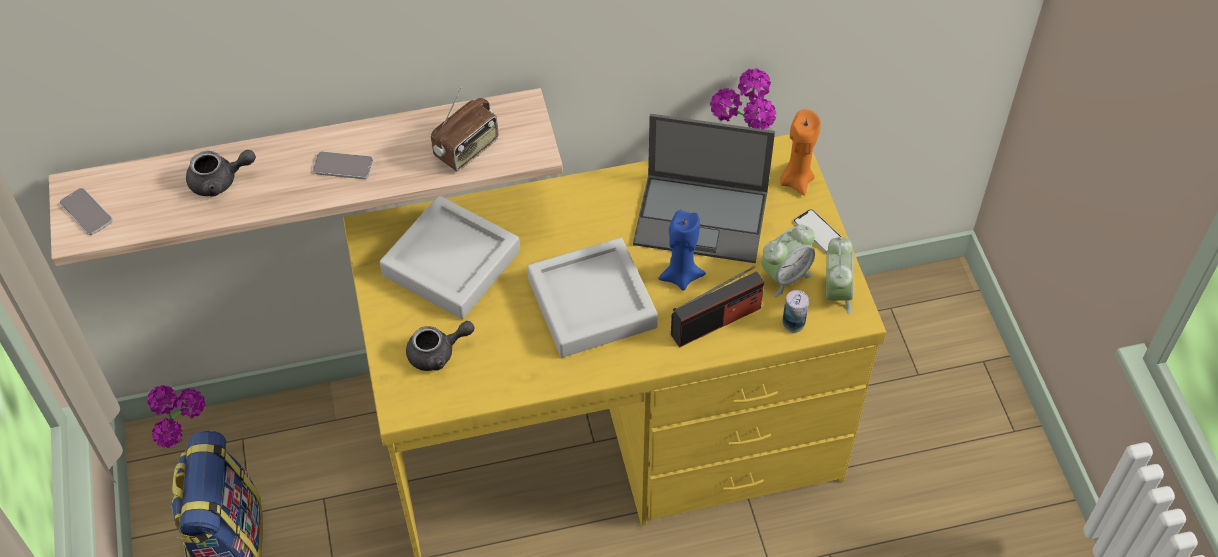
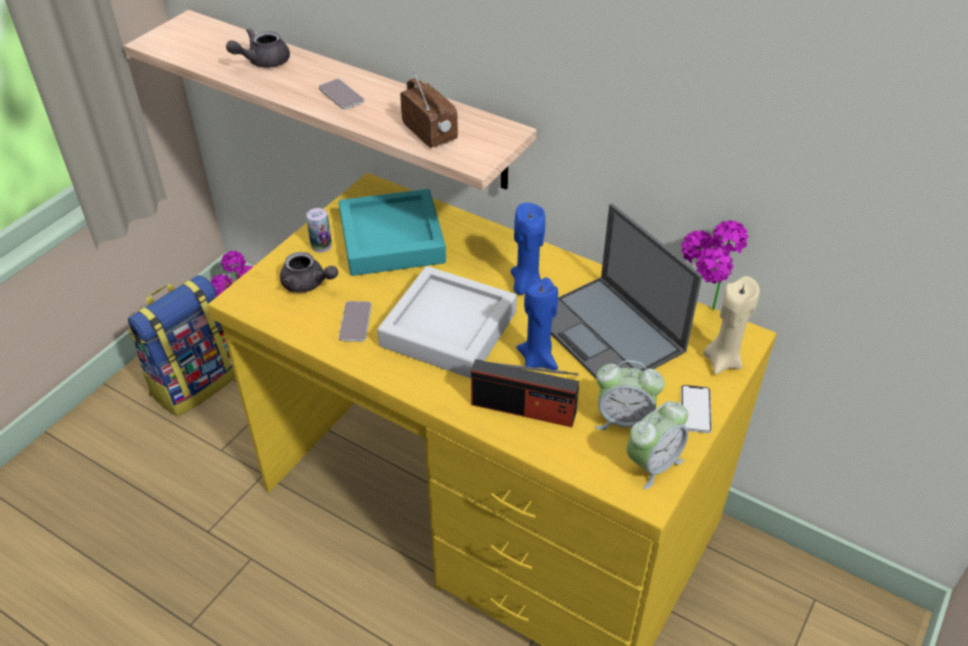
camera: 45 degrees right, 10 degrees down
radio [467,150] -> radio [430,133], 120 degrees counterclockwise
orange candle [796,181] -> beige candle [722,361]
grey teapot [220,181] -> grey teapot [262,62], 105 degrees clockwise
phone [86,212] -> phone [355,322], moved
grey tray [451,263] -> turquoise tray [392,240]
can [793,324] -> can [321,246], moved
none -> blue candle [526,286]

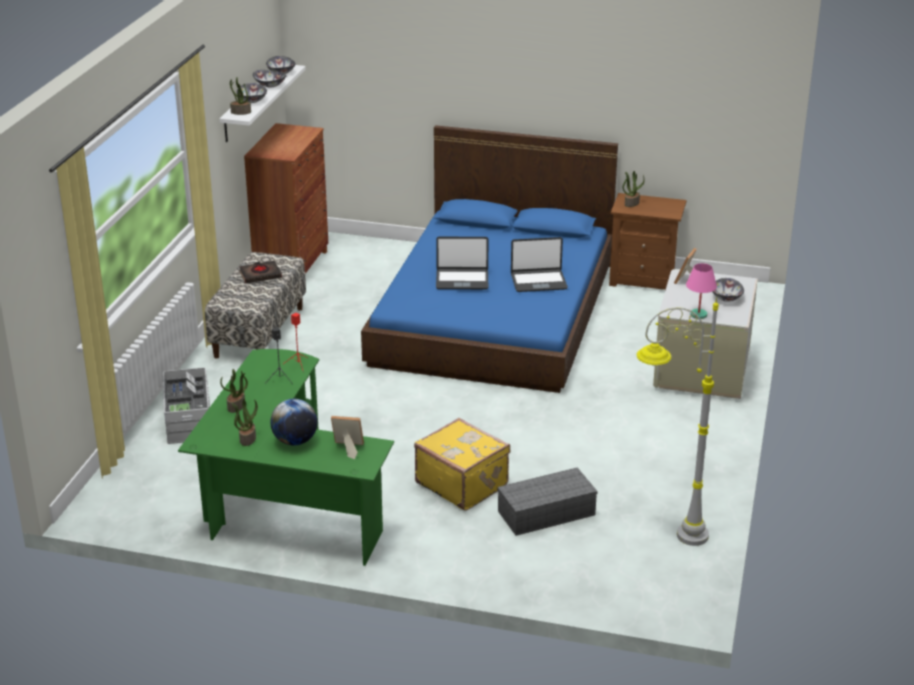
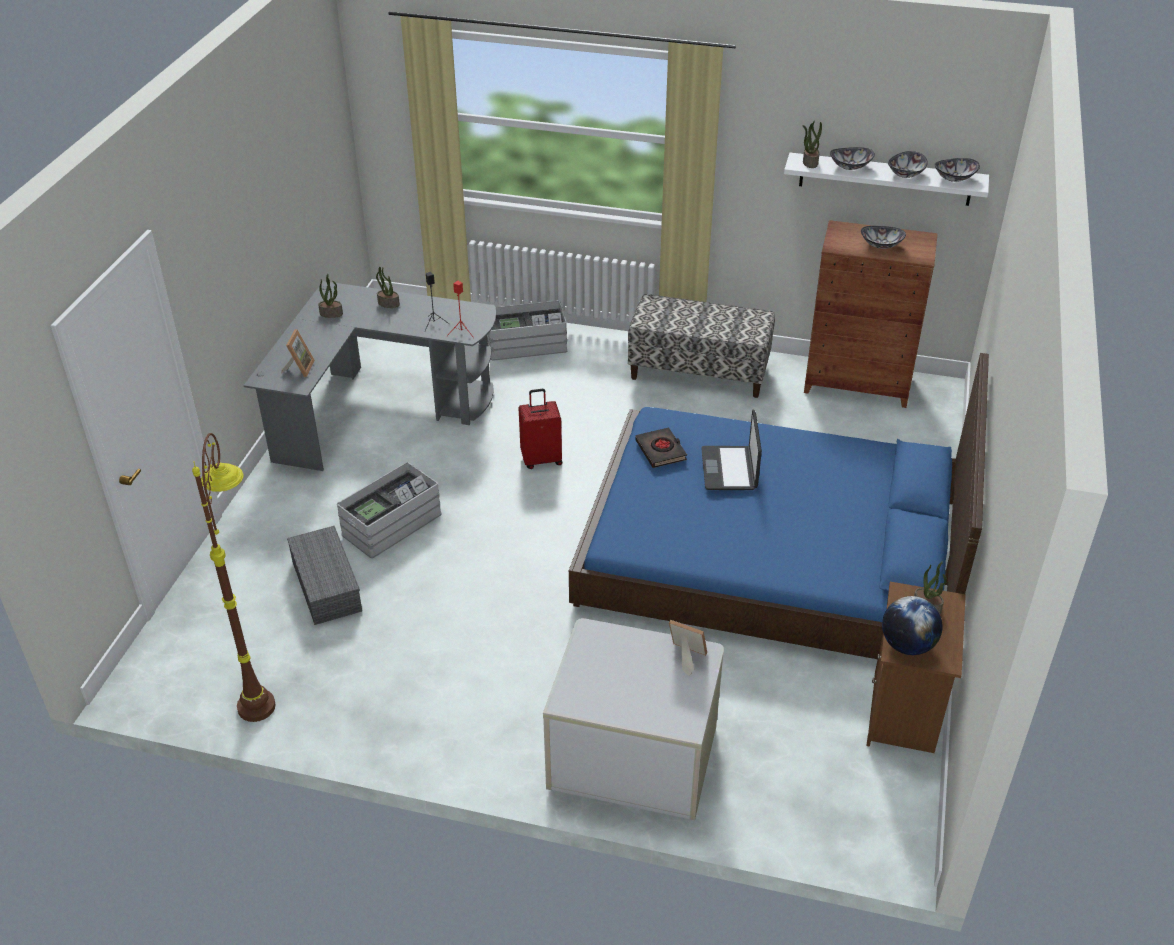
camera: 90 degrees right, 10 degrees up
laptop [538,281] -> none
black book [260,275] -> black book [661,451], moved
pink table lamp [698,315] -> none
bowl [727,298] -> bowl [881,245], moved
grey floor lamp [665,536] -> brown floor lamp [261,682]
green desk [282,505] -> grey desk [375,408]
globe [295,441] -> globe [907,645], moved
yellow suitcase [462,483] -> grey storage box [391,523]
none -> red suitcase [541,459]

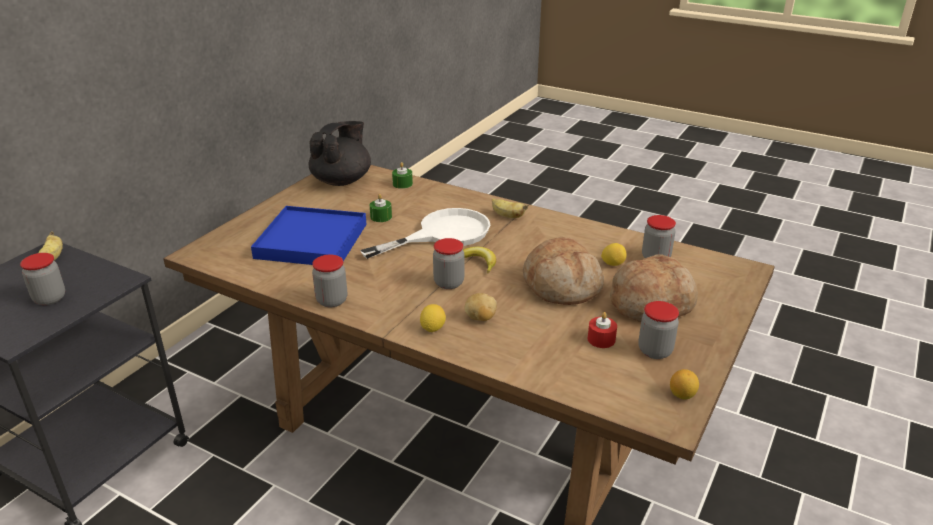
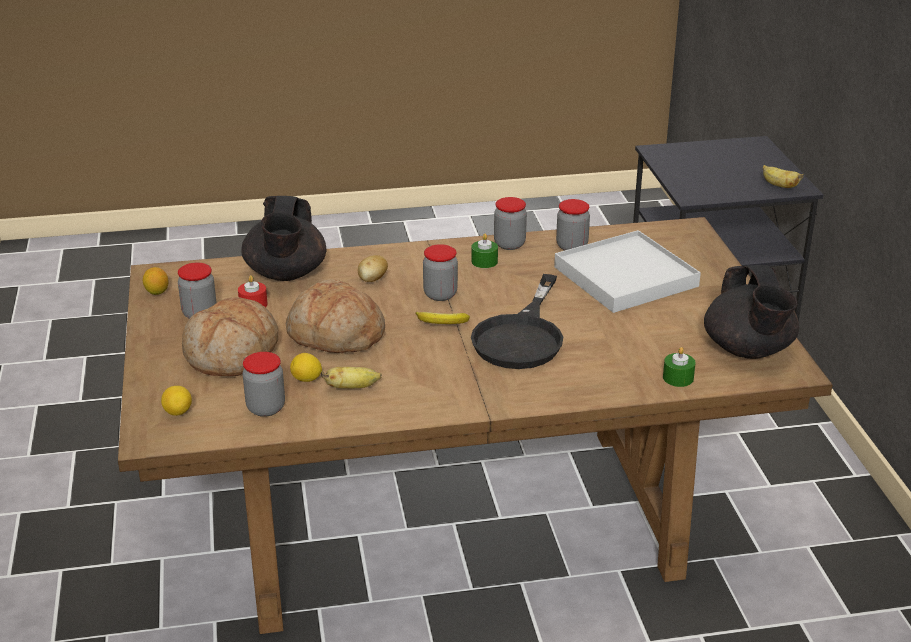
camera: 140 degrees right, 0 degrees up
green candle [381,217] -> green candle [484,261], moved
banana [507,216] -> banana [352,387], moved
blue tray [311,241] -> white tray [625,276]
white frying pan [443,234] -> black frying pan [522,336]
jar [50,298] -> jar [571,246], moved
lemon [432,328] -> lemon [178,412], moved
none -> black teapot [286,274]

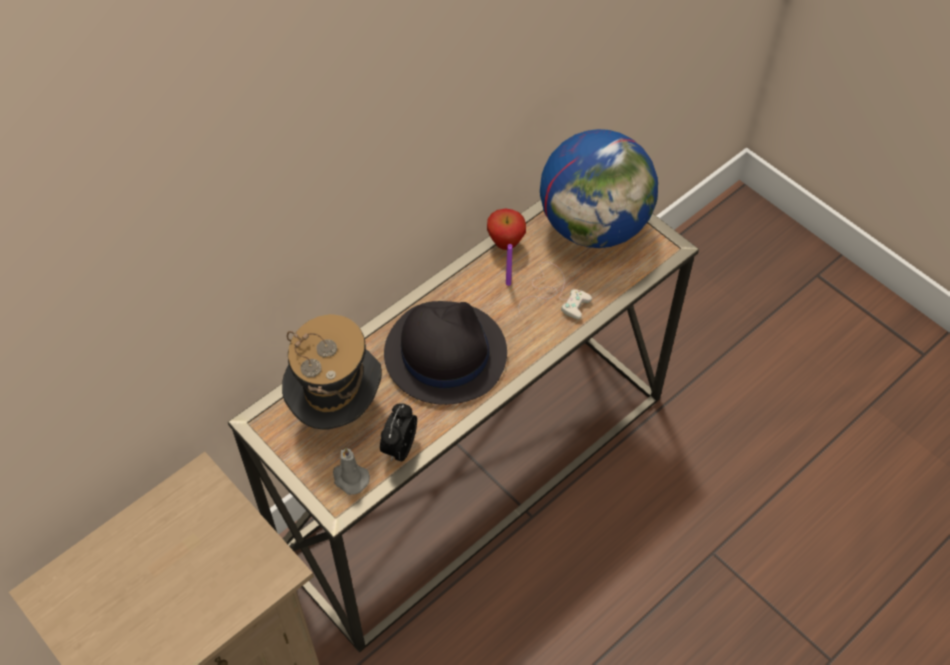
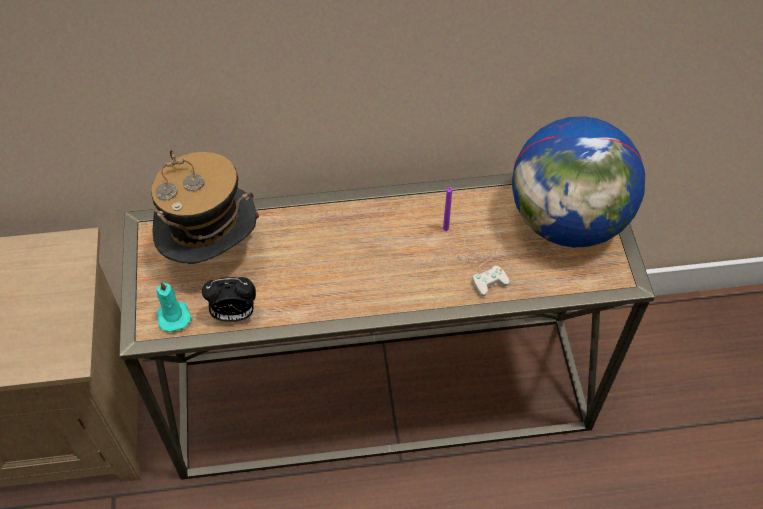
camera: 35 degrees right, 0 degrees up
apple [505,244] -> none
black hat [444,353] -> none
alarm clock [399,447] -> alarm clock [234,314], 150 degrees counterclockwise
grey candle [350,478] -> turquoise candle [173,315]

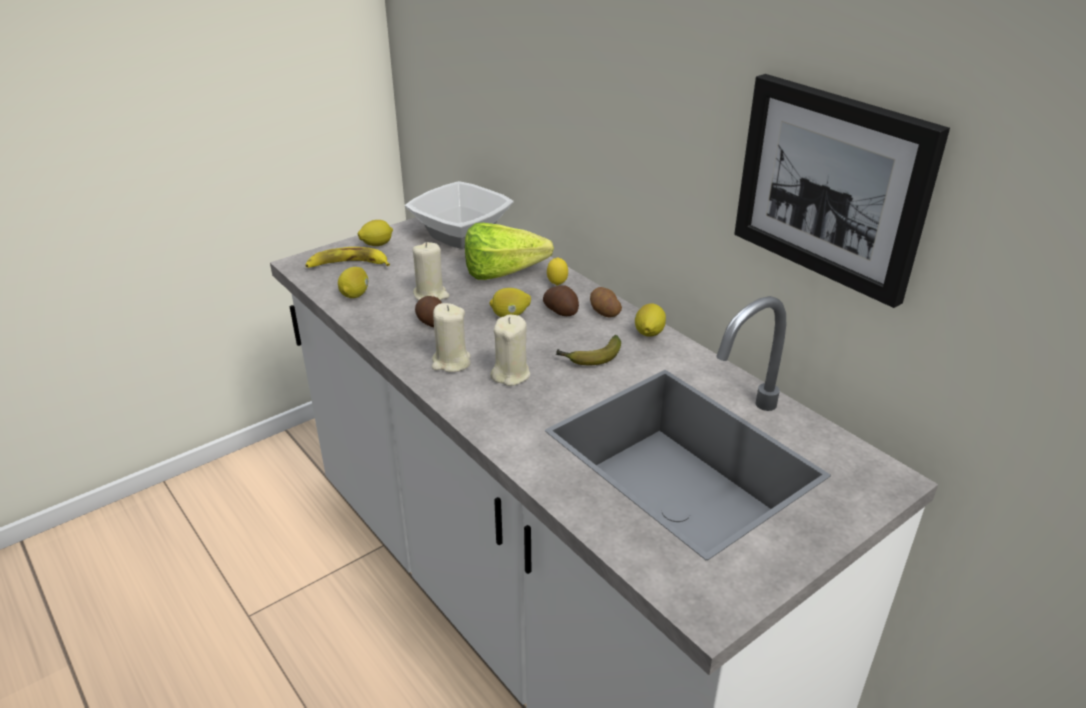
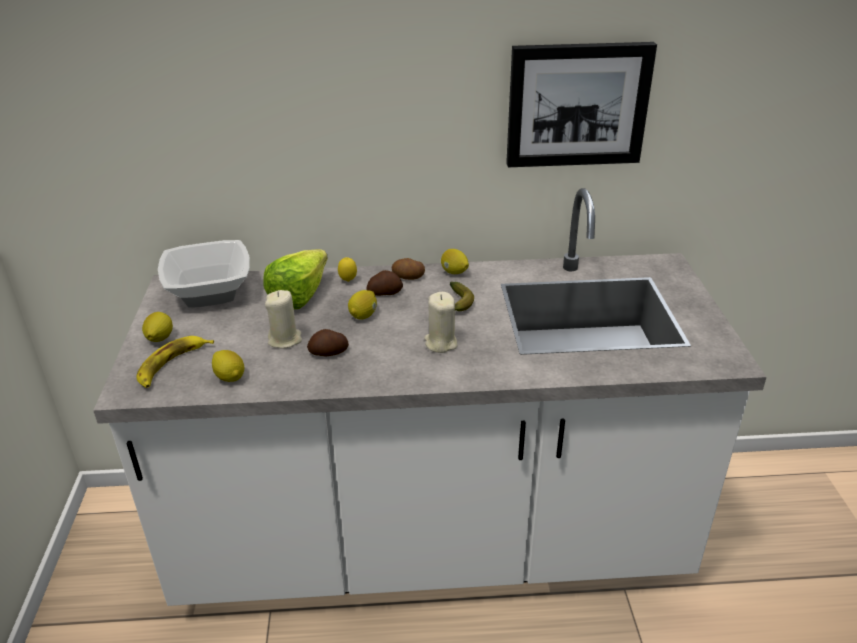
camera: 55 degrees left, 0 degrees up
beige candle [451,362] -> none

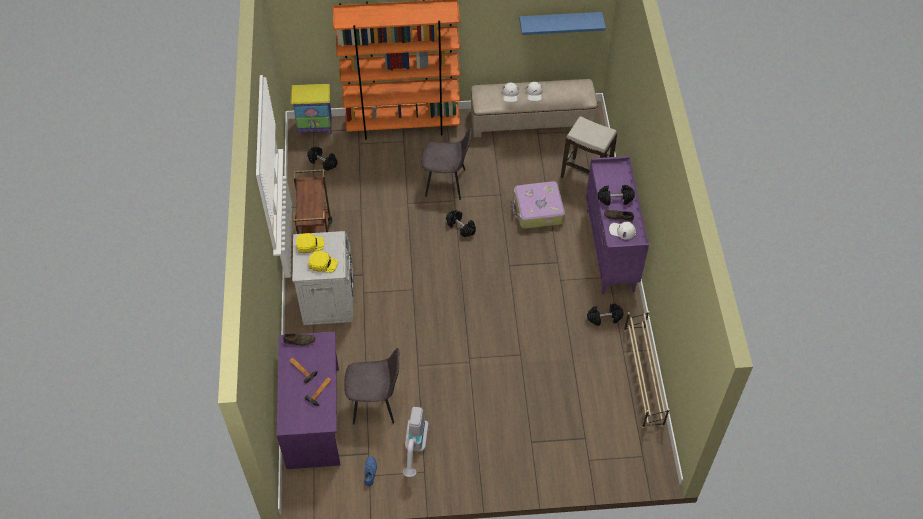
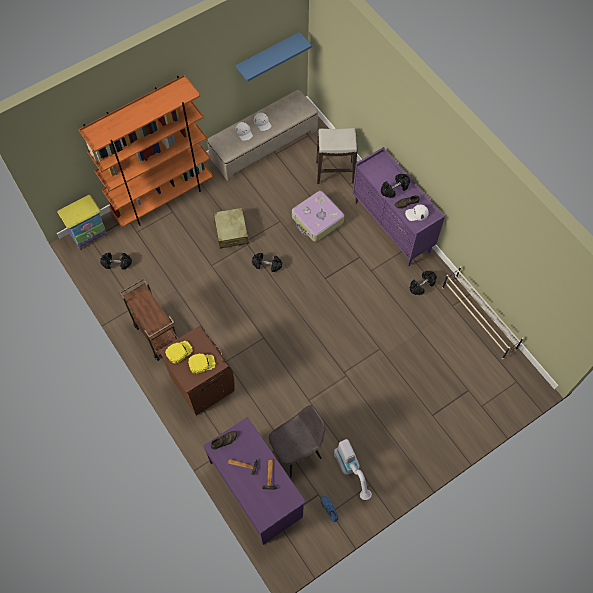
camera: 30 degrees left, 10 degrees up
grey chair [447,183] -> beige suitcase [231,232]
white washing machine [328,300] -> brown washing machine [202,383]

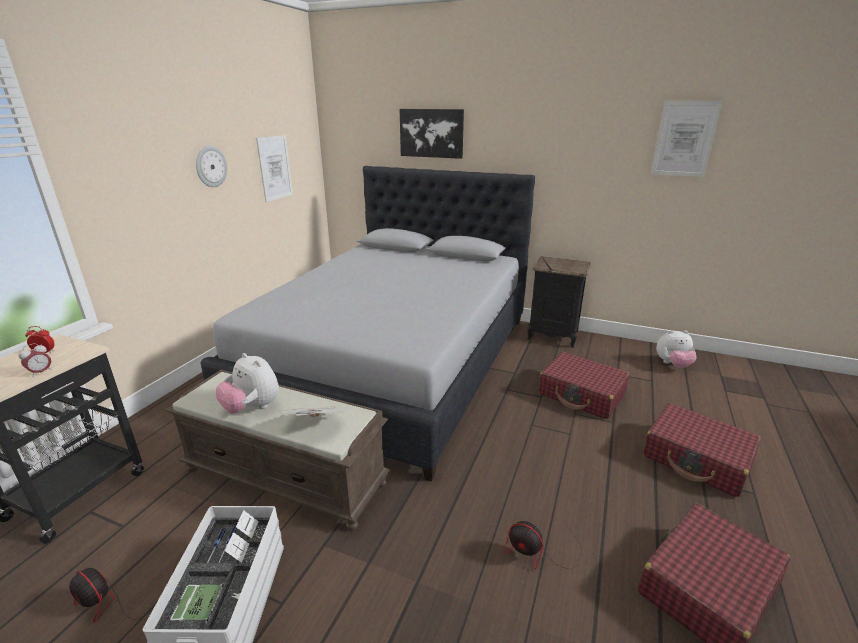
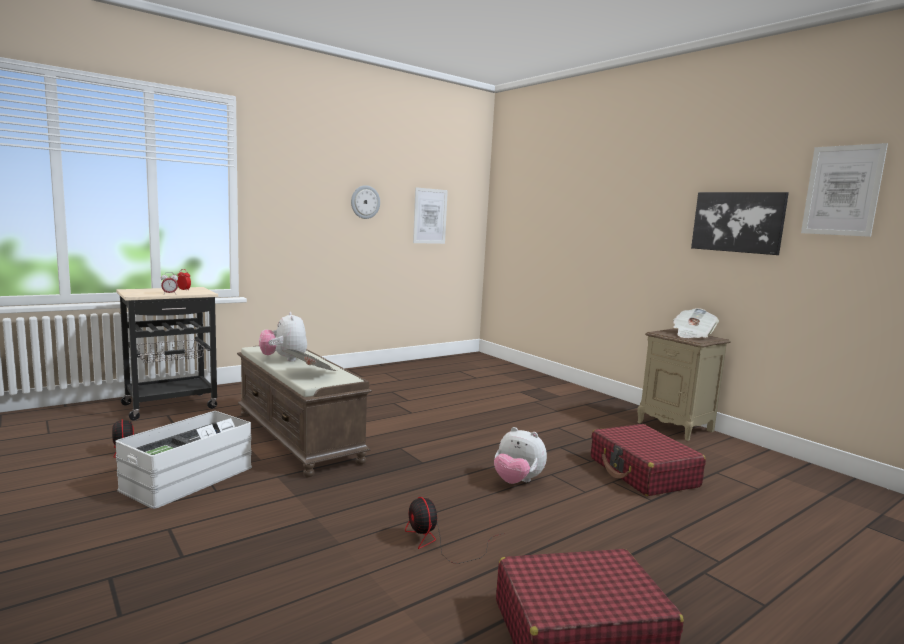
camera: 30 degrees right, 15 degrees down
picture [431,133] -> picture [738,222], moved
grey bed [395,361] -> none
black nightstand [553,335] -> beige nightstand [675,427]
plush toy [672,364] -> plush toy [517,481], moved
red suitcase [696,459] -> none
none -> newspaper [692,335]

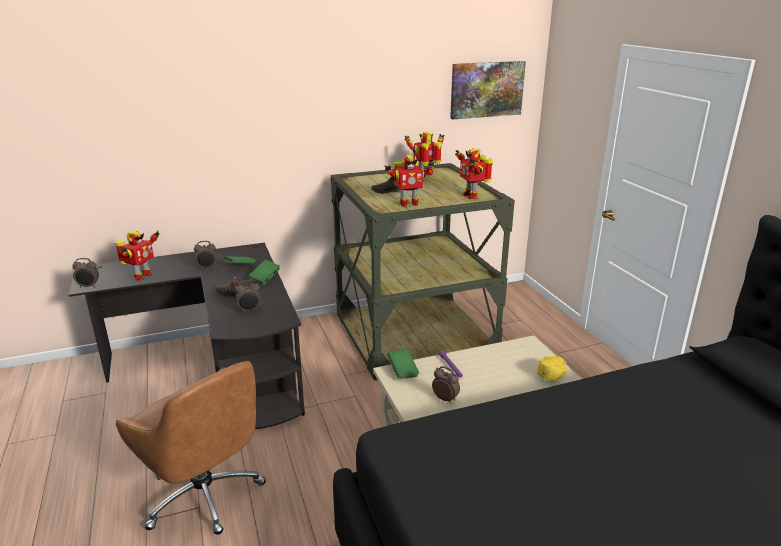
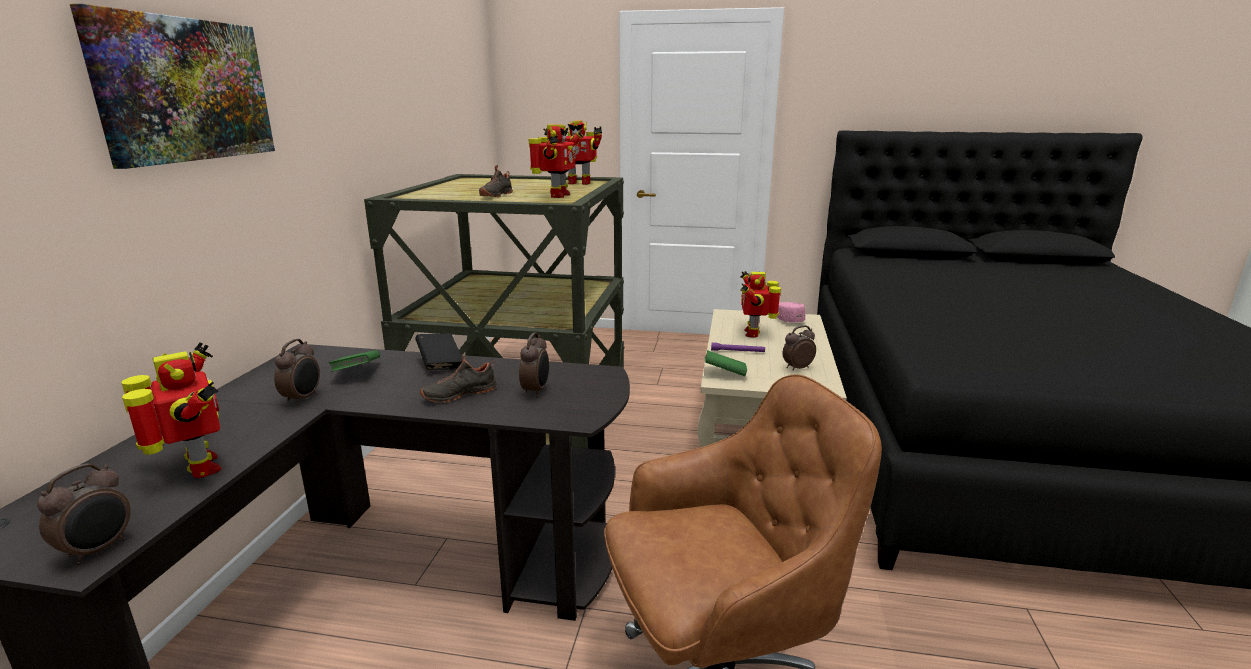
camera: 60 degrees left, 5 degrees down
picture [486,89] -> picture [185,90], moved
toy robot [426,175] -> toy robot [754,333], moved
green book [265,279] -> black book [440,364]
yellow cap [552,373] -> pink cap [787,320]

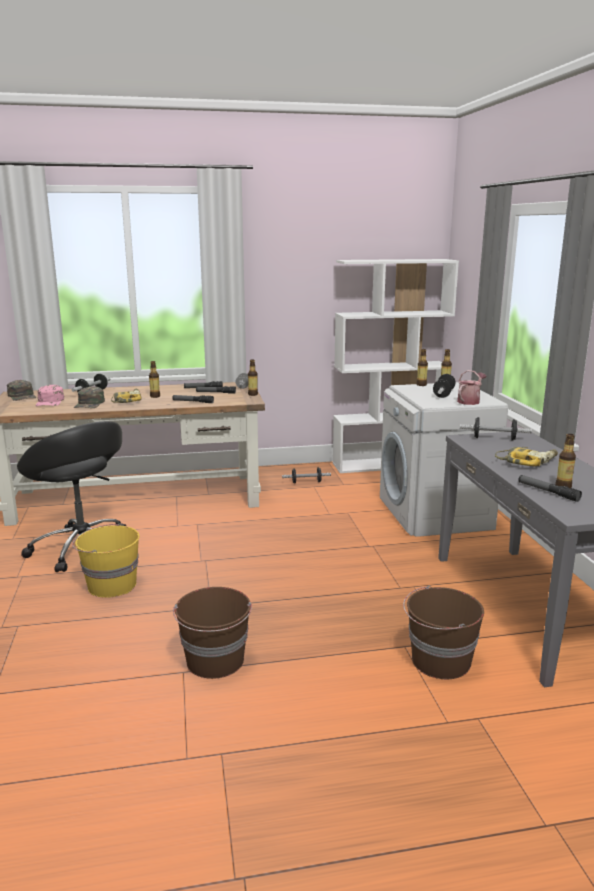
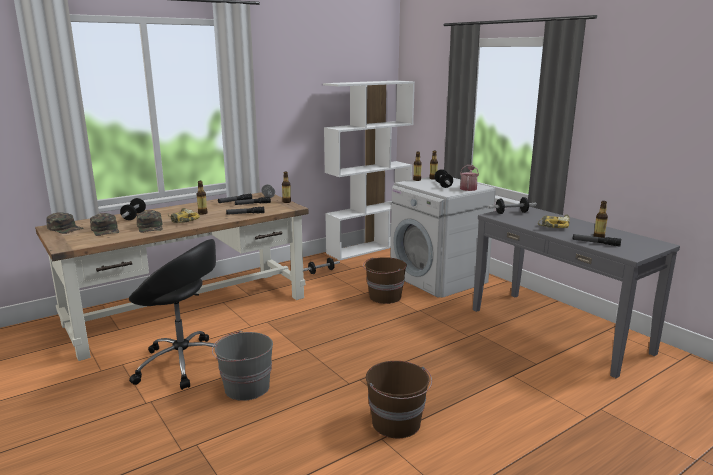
camera: 25 degrees left, 0 degrees up
pink cap [50,402] -> green cap [106,230]
yellow bucket [111,585] -> grey bucket [245,388]
brown bucket [439,661] -> brown bucket [384,297], moved

